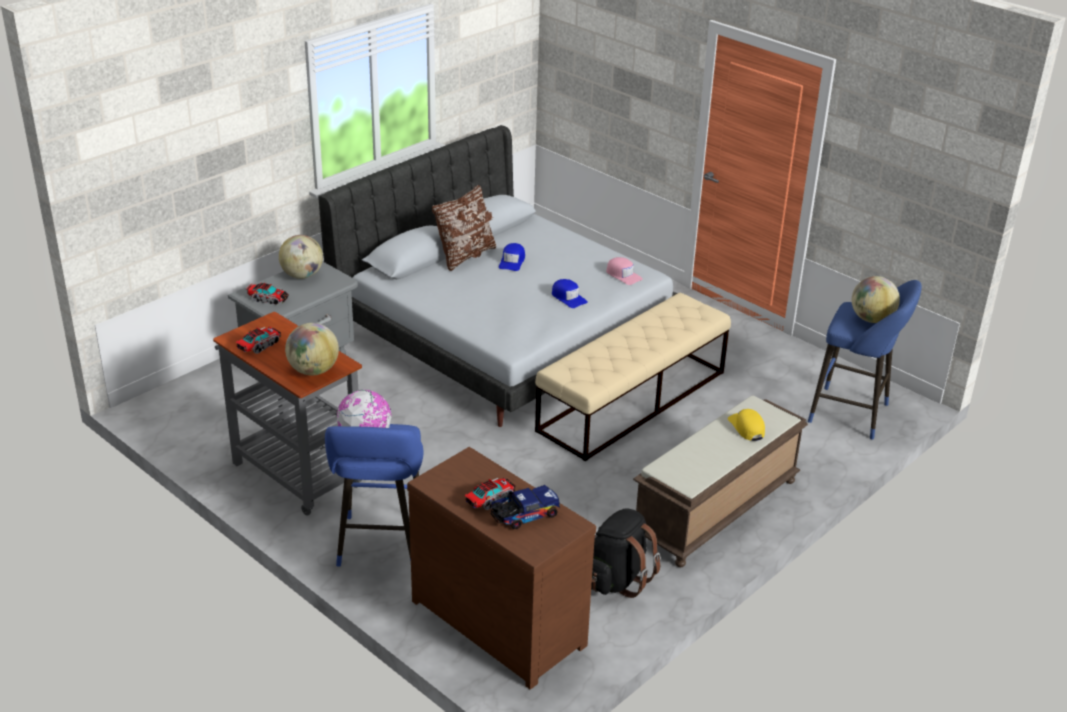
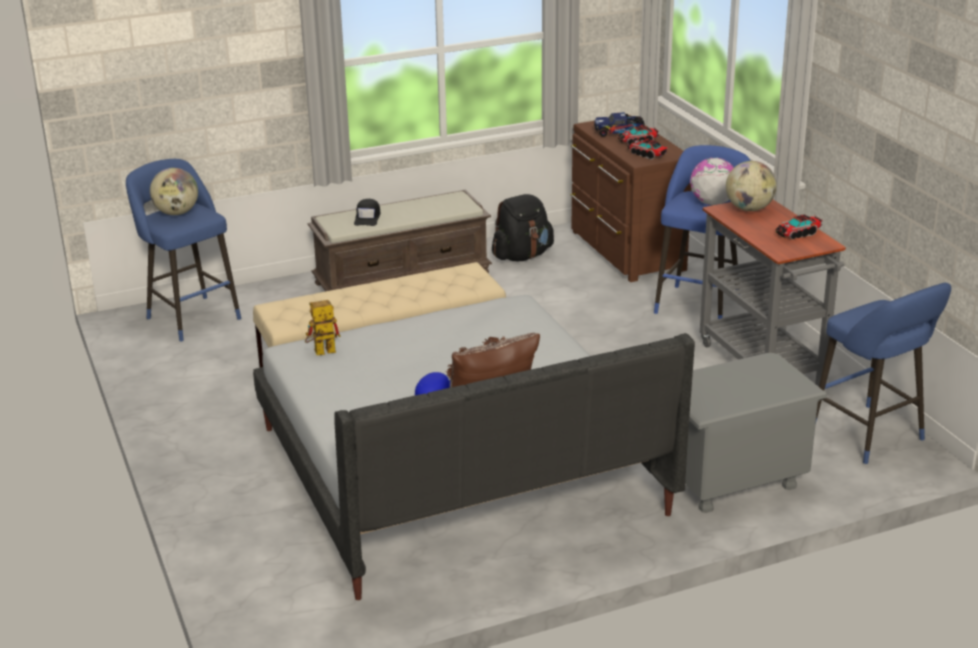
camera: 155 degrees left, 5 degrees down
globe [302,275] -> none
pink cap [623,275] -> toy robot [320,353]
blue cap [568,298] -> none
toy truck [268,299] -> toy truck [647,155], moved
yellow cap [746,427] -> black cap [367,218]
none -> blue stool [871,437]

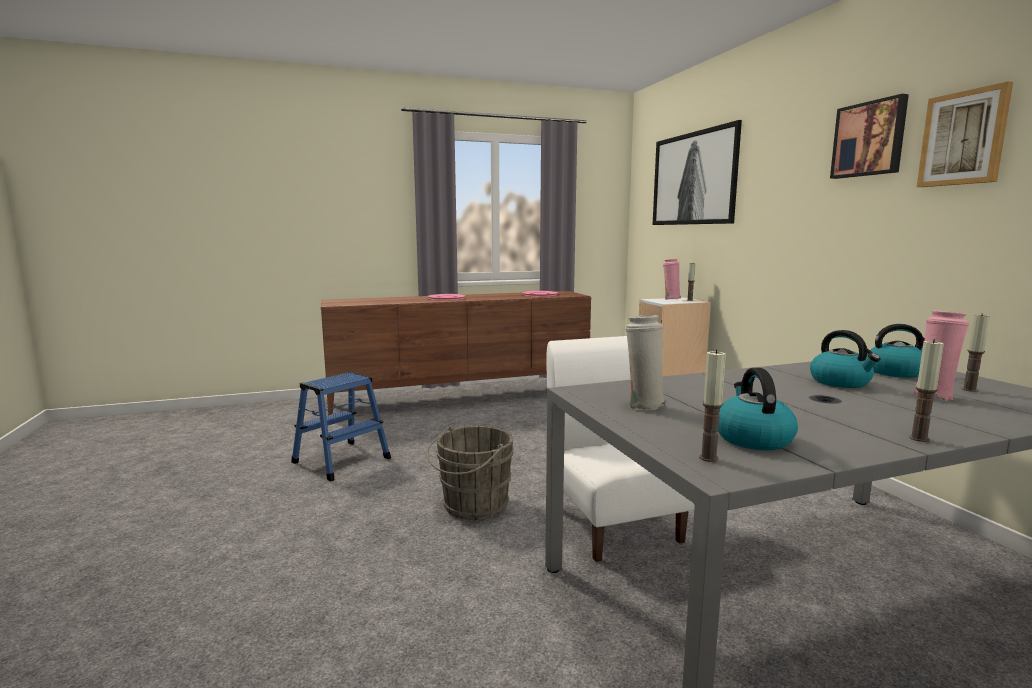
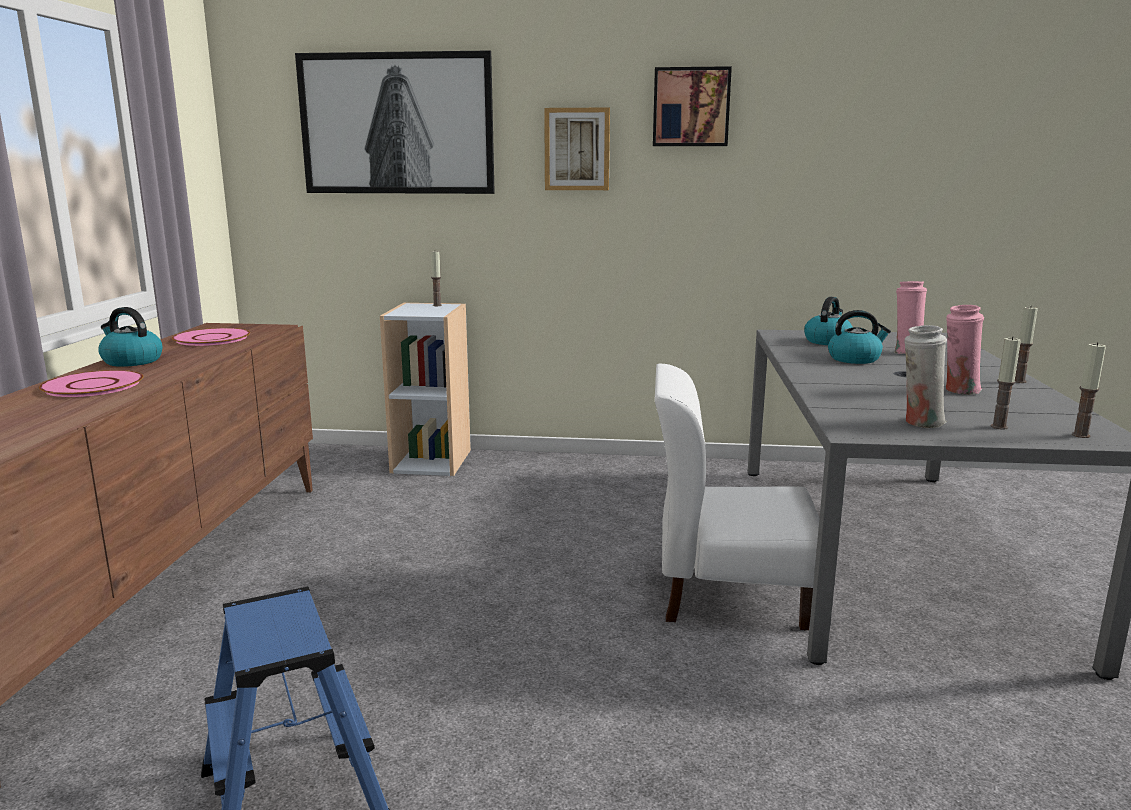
camera: 65 degrees left, 5 degrees up
picture [963,138] -> picture [577,149], moved
pink vase [670,299] -> pink vase [959,390], moved
candle [969,389] -> candle [999,427], moved
kettle [752,438] -> kettle [131,361], moved
grey bucket [472,506] -> none

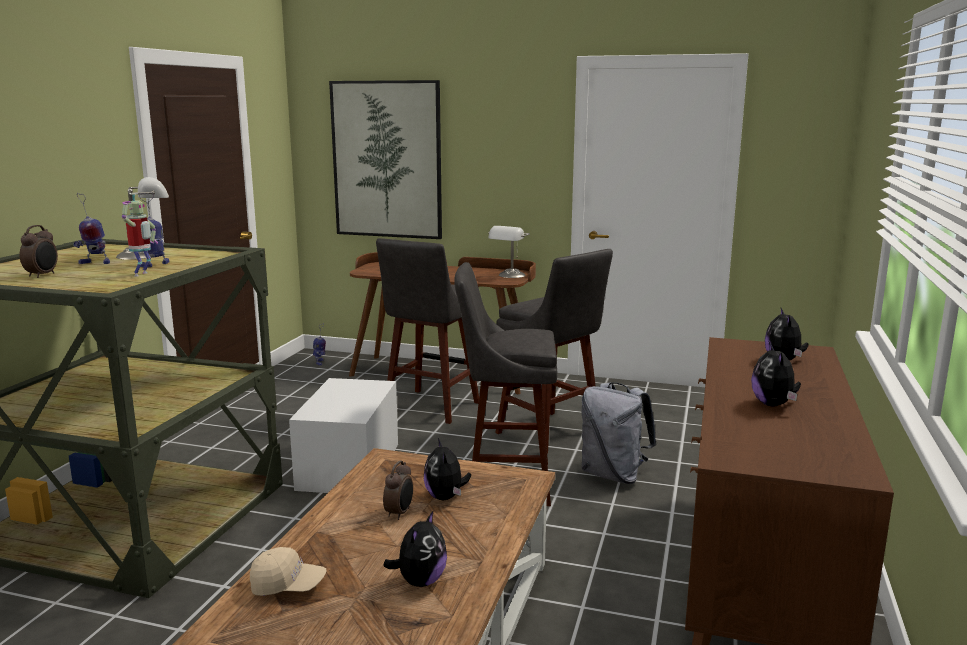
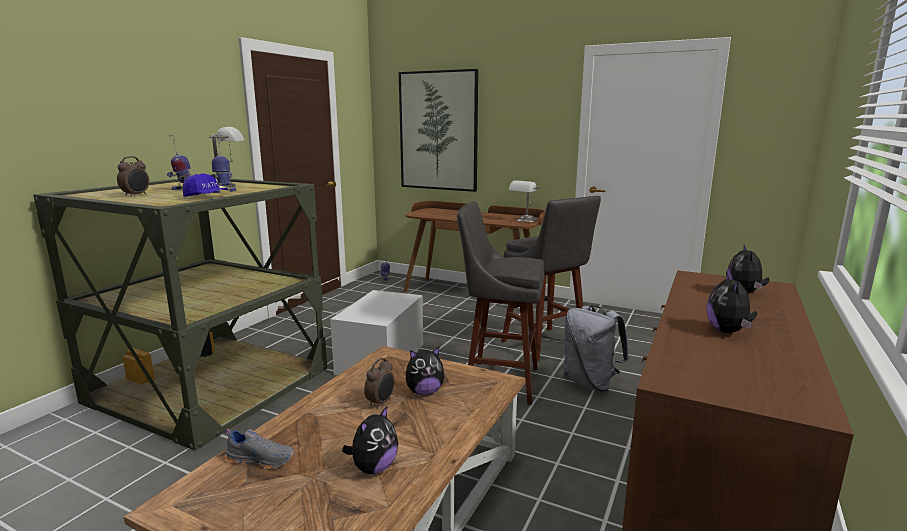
camera: 10 degrees right, 0 degrees up
toy robot [143,274] -> blue cap [206,197]
grey stool [429,407] -> none
plush toy [446,497] -> plush toy [424,392], 105 degrees counterclockwise
beige cap [288,586] -> grey shoe [261,459]

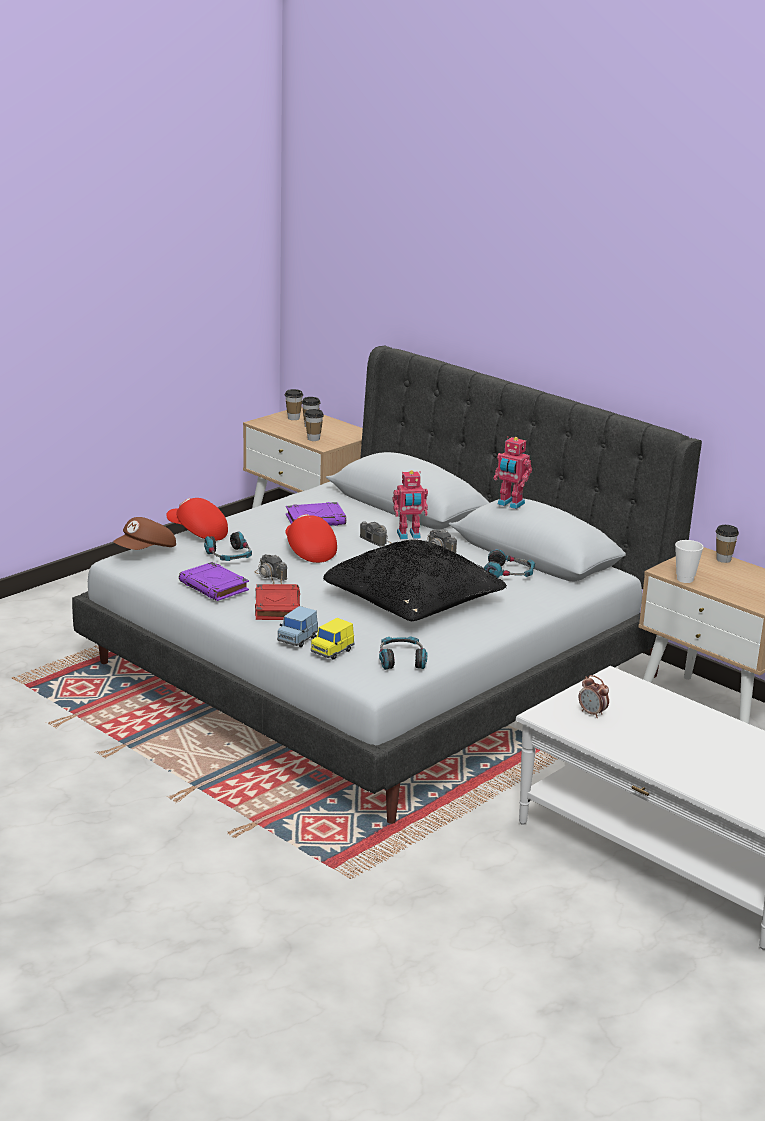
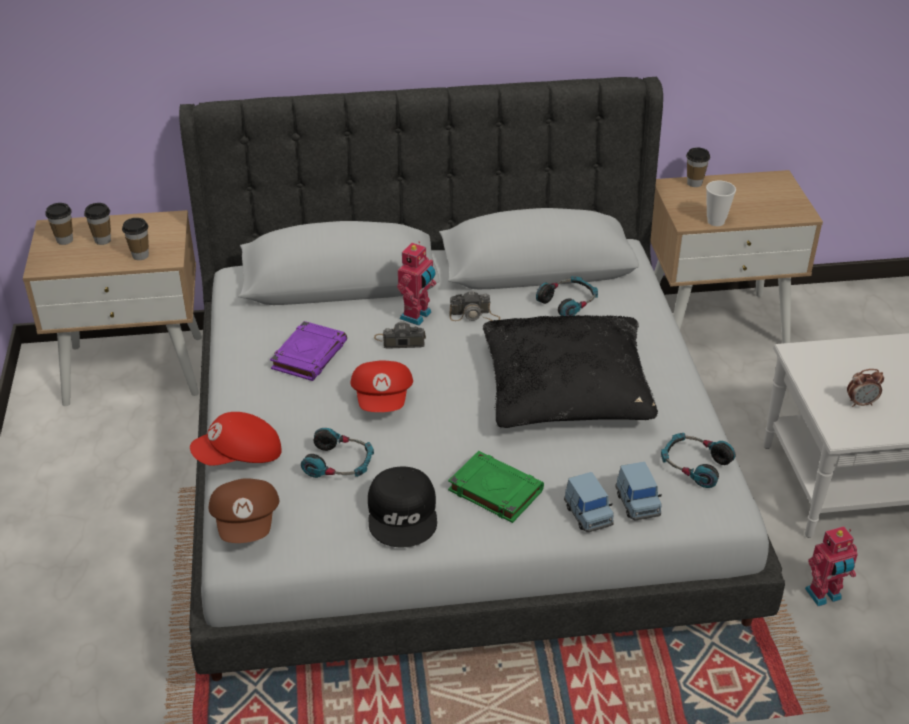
camera: 50 degrees left, 15 degrees up
toy robot [510,504] -> toy robot [824,596], moved
red cap [308,551] -> red cap [383,399], 105 degrees counterclockwise
photo camera [271,577] -> none
purple book [214,586] -> black cap [403,514]
red book [277,606] -> green book [494,490]
yellow toy car [332,651] -> blue toy car [637,503]

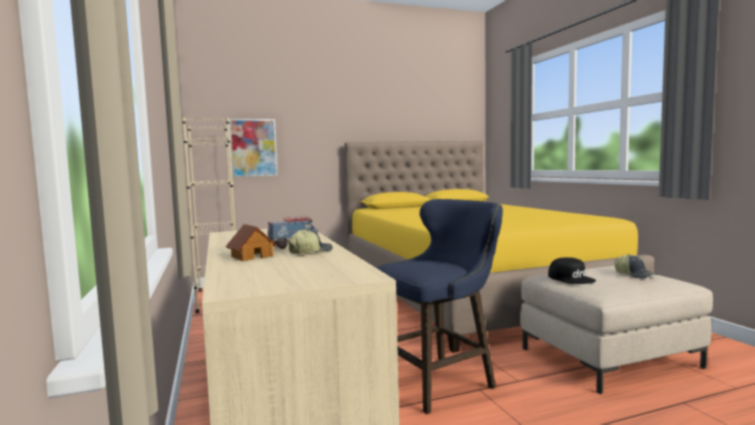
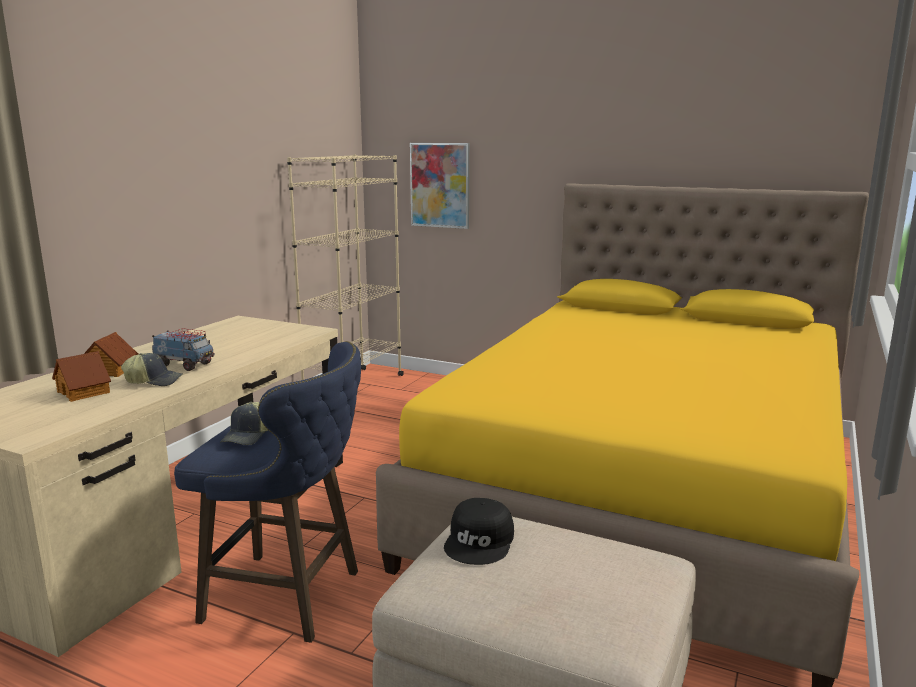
camera: 45 degrees right, 10 degrees up
cap [635,275] -> cap [249,436], moved
none -> toy house [84,392]

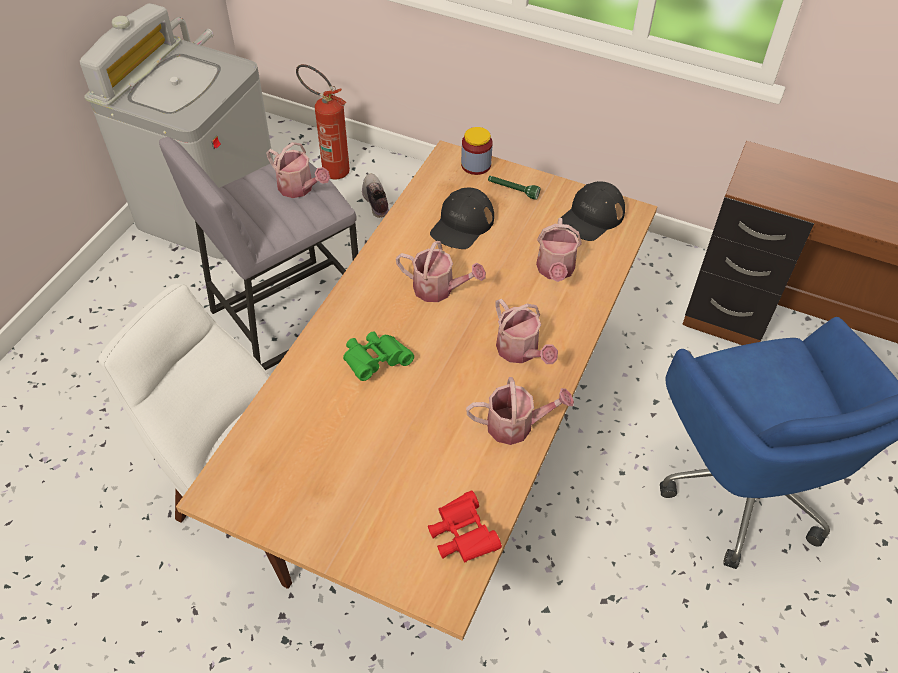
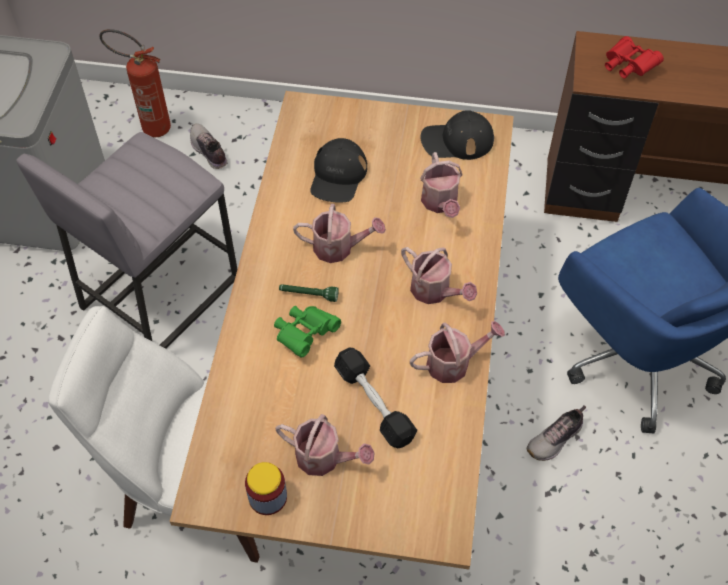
camera: 15 degrees left, 5 degrees up
jar [476,165] -> jar [267,497], moved
watering can [299,188] -> watering can [324,458], moved
green flashlight [512,190] -> green flashlight [308,295], moved
black cap [591,217] -> black cap [457,140], 60 degrees clockwise
red binoculars [462,535] -> red binoculars [627,66], moved
none -> black dumbbell [374,404]
none -> shoe [555,439]

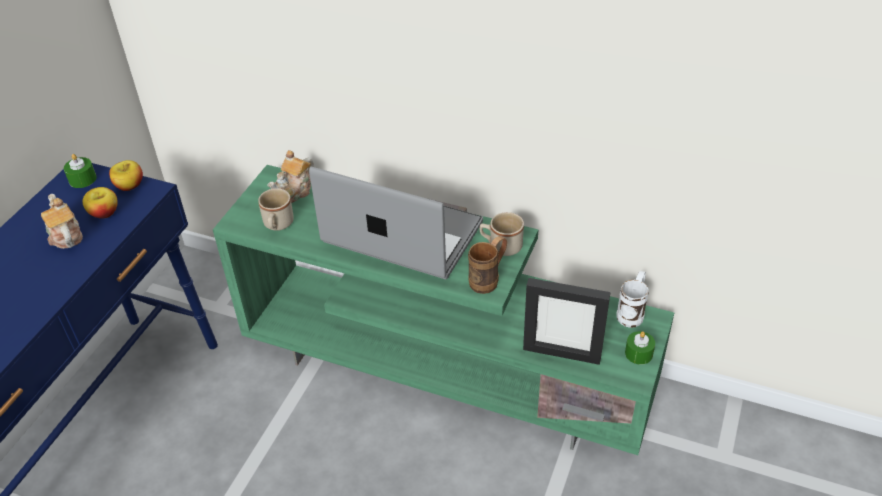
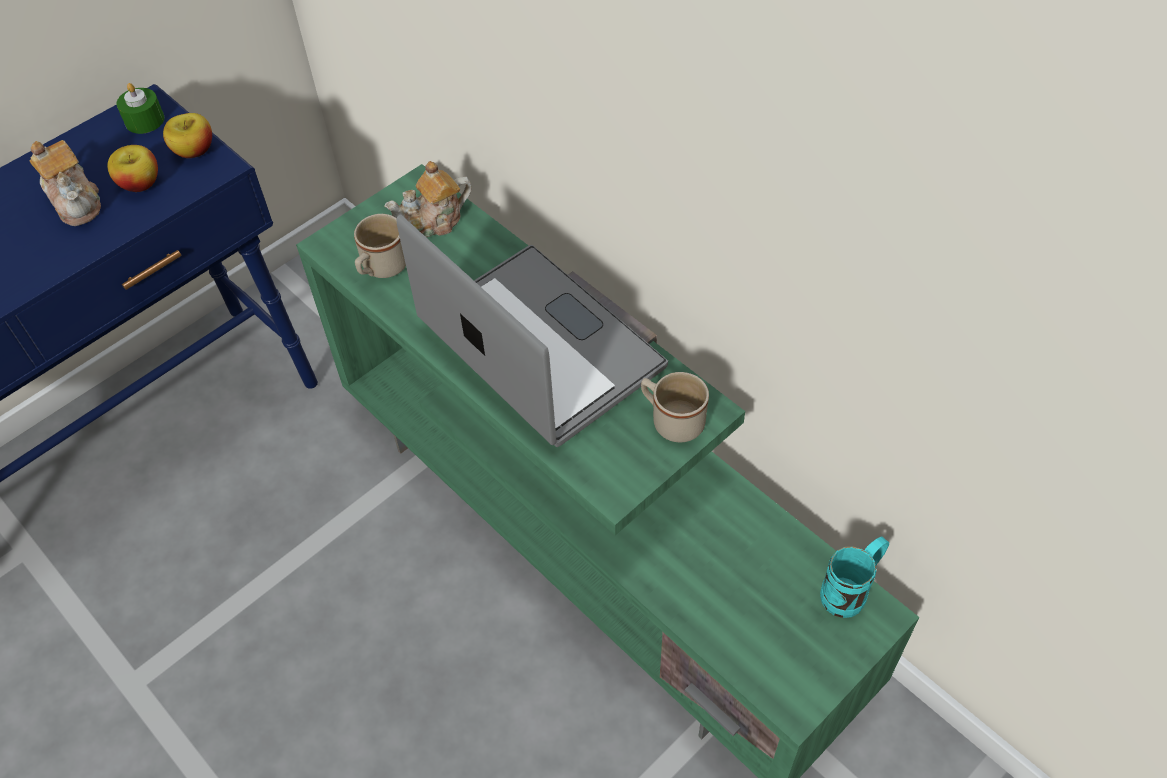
camera: 25 degrees right, 10 degrees up
teapot [65,235] -> teapot [76,201], 150 degrees clockwise
brown mug [489,279] -> none
white mug [632,313] -> turquoise mug [851,591]
picture frame [562,352] -> none
green candle [638,353] -> none

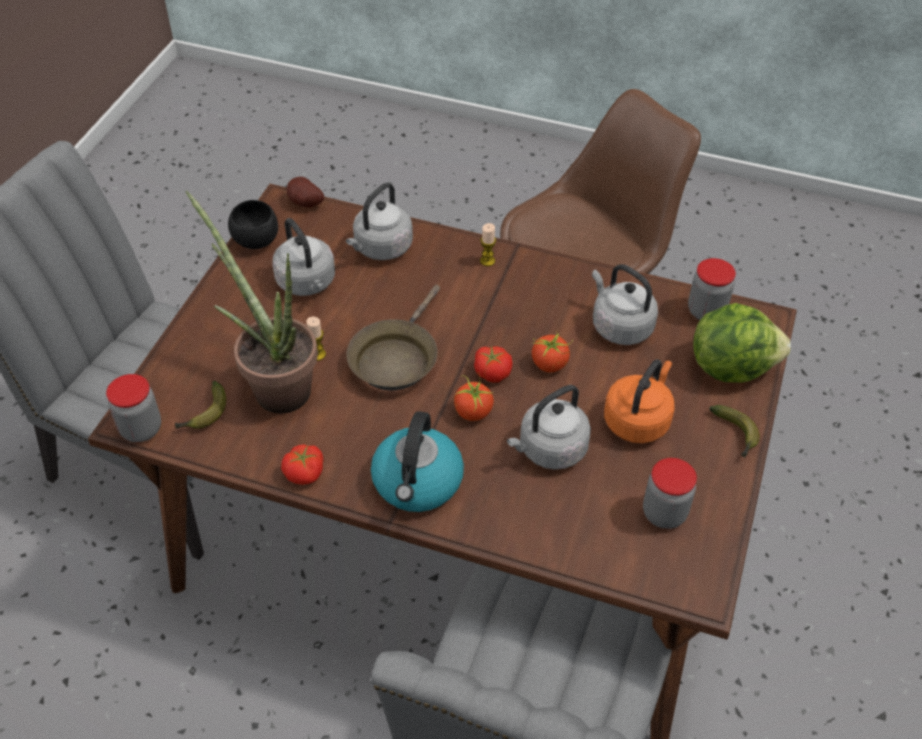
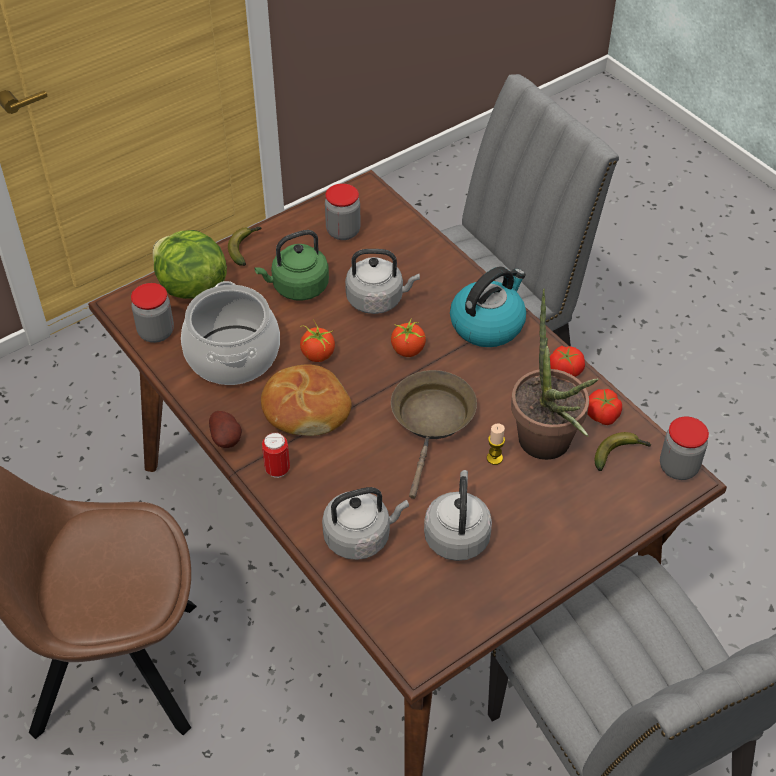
camera: 145 degrees left, 0 degrees up
potato [304,204] -> potato [227,439], moved
black bowl [255,240] -> none
candle [487,261] -> can [277,469]
grey kettle [619,326] -> cooking pot [233,355]
brown frying pan [396,358] -> brown frying pan [432,421], 45 degrees counterclockwise
tomato [492,372] -> tomato [601,415], moved
orange kettle [638,420] -> green kettle [297,287]
none -> bread [305,409]

